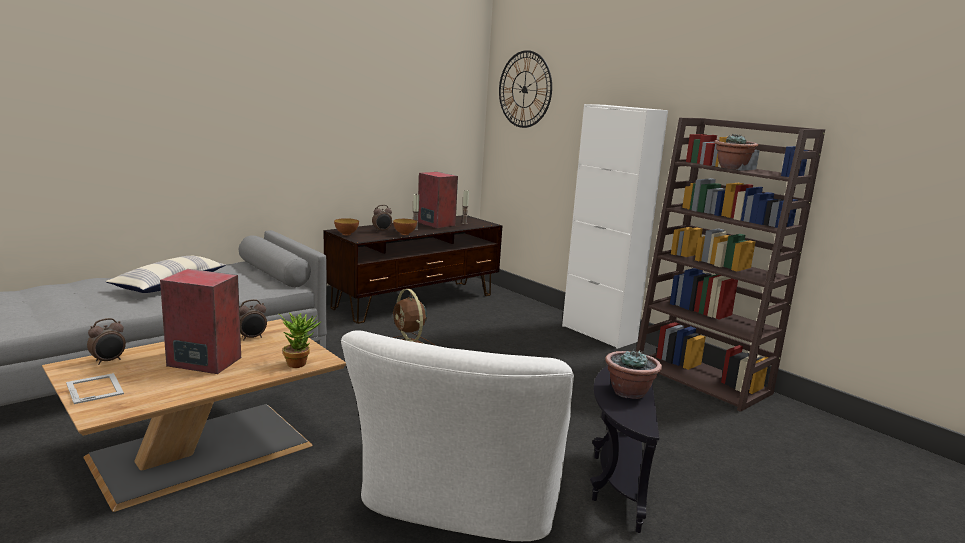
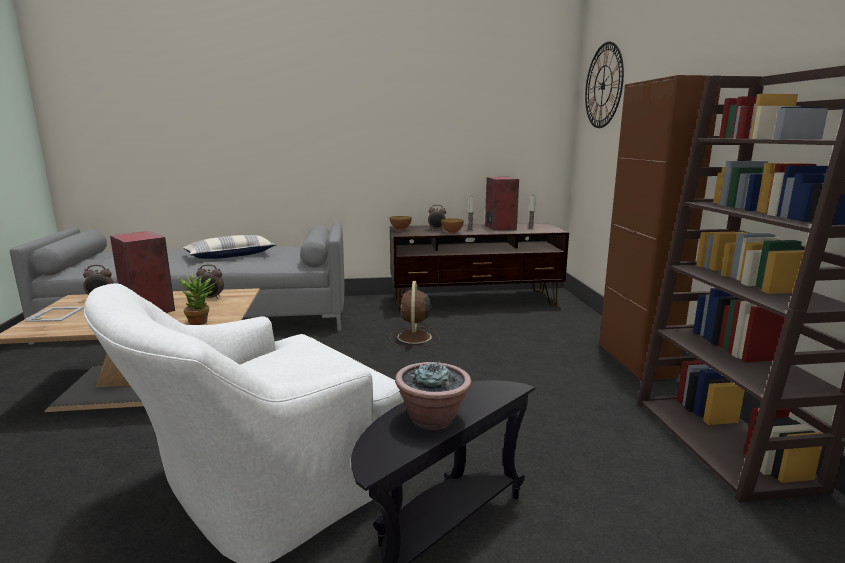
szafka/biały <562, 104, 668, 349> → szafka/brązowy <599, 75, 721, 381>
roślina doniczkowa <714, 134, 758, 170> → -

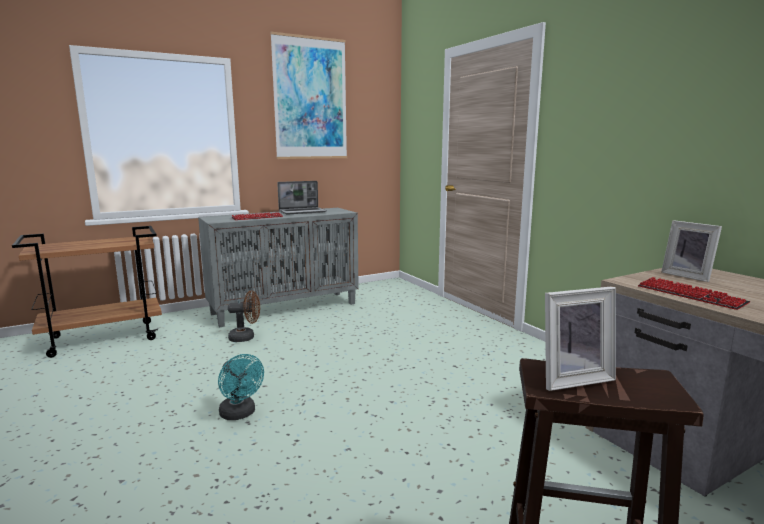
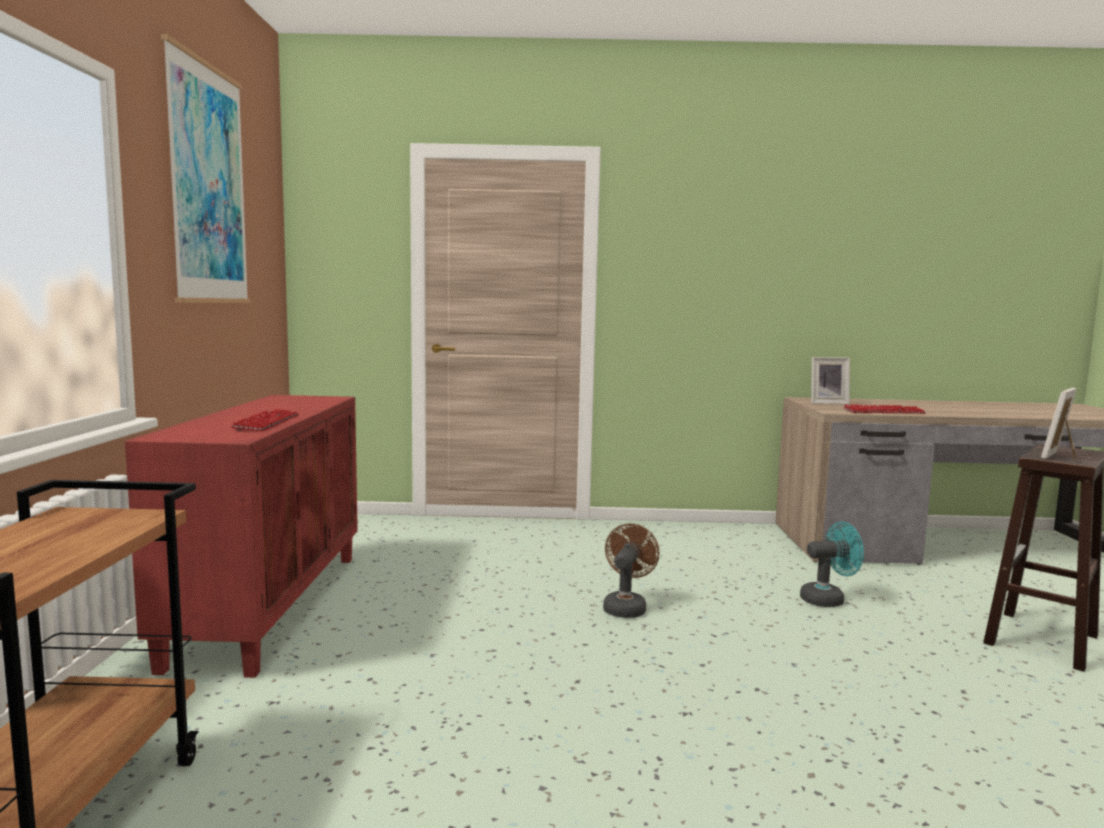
szafka/szary <198, 208, 359, 328> → szafka/czerwony <125, 395, 358, 678>
wentylator/turkusowy <218, 354, 264, 420> → wentylator/turkusowy <800, 522, 864, 607>, move
wentylator/brązowy <228, 290, 260, 342> → wentylator/brązowy <603, 524, 659, 618>, move
laptop <277, 181, 327, 215> → -
ramka na zdjęcie <545, 286, 616, 391> → ramka na zdjęcie <1041, 388, 1077, 460>, 150 degrees counterclockwise

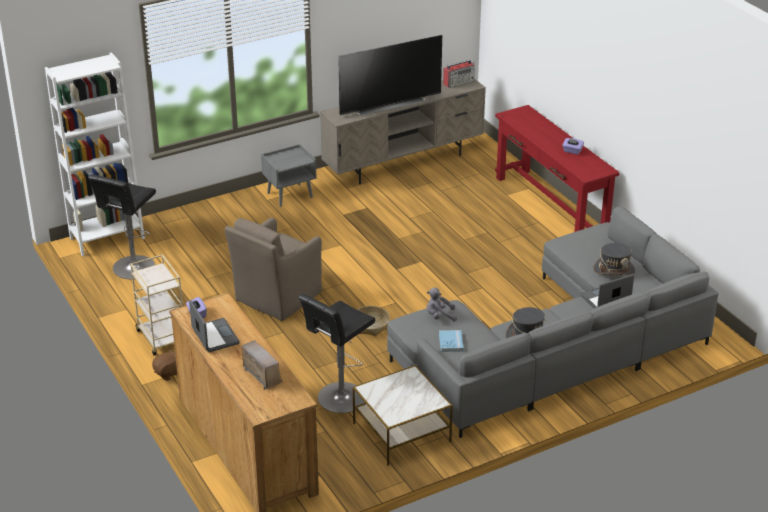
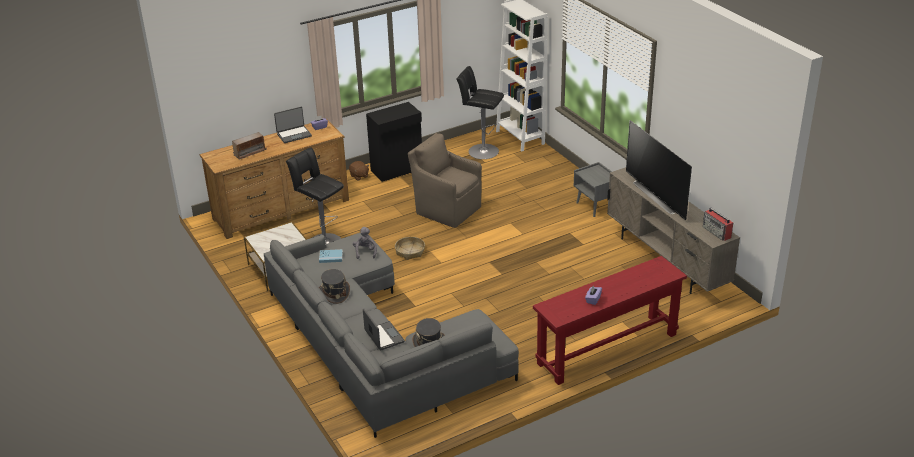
wózek/beżowy <130, 254, 183, 355> → szafka/czarny <366, 102, 422, 182>

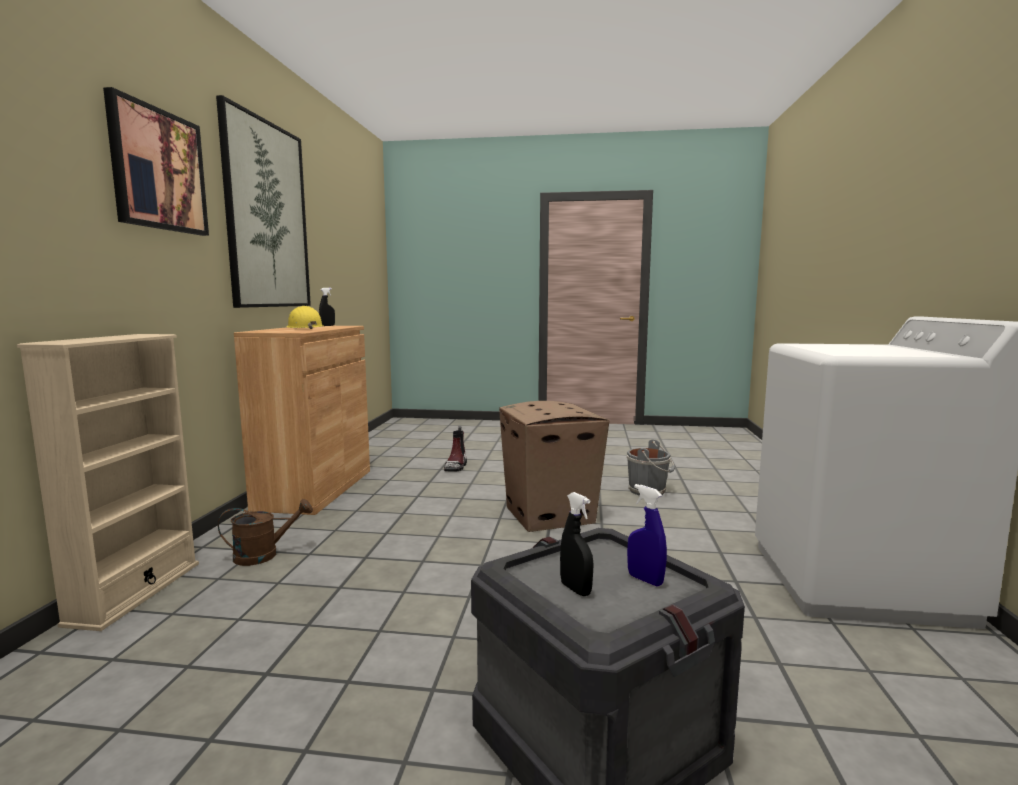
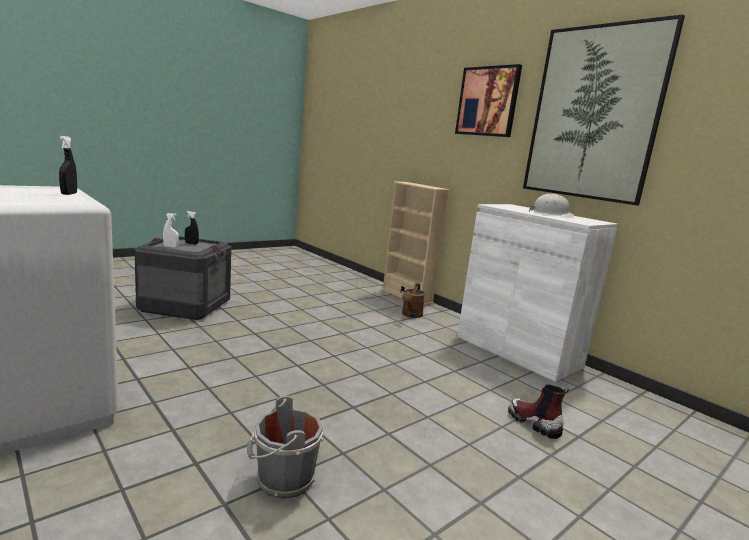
szafka/brązowy <234, 326, 370, 515> → szafka/biały <457, 204, 618, 382>
kask/żółty <287, 306, 323, 329> → kask/biały <529, 194, 576, 216>
spryskiwacz/czarny <319, 288, 335, 326> → spryskiwacz/czarny <59, 136, 77, 195>, move
karton <499, 401, 610, 532> → -
spryskiwacz/niebieski <627, 484, 667, 587> → spryskiwacz/biały <163, 213, 179, 248>

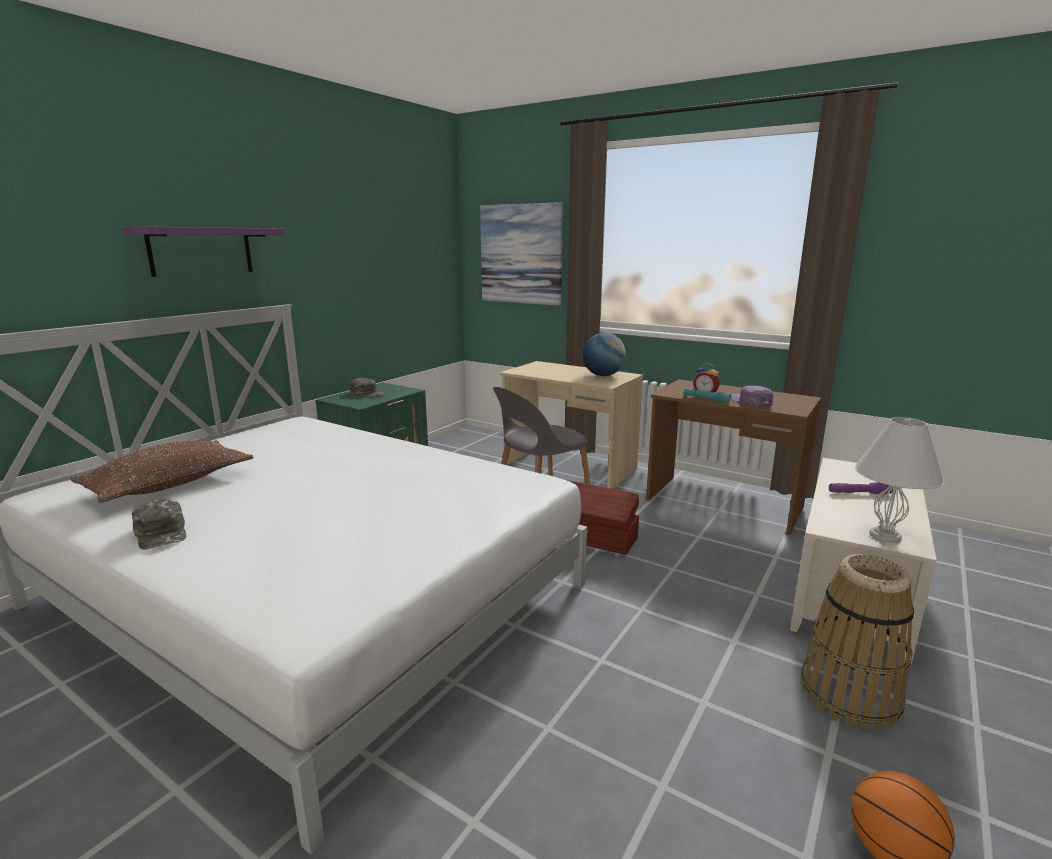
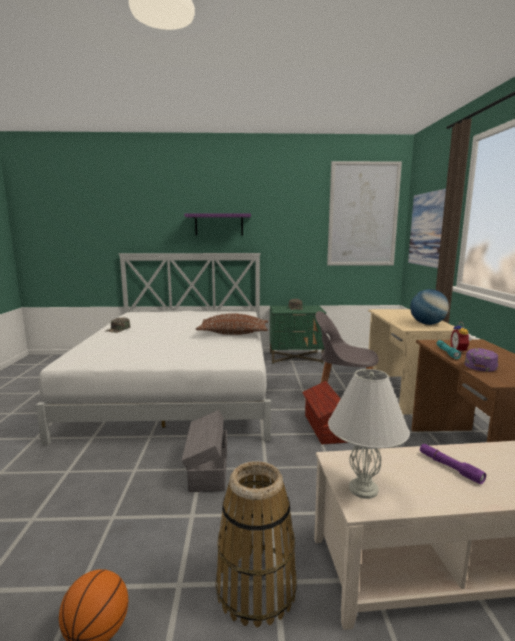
poduszka/brązowy <70, 440, 253, 503> → poduszka/brązowy <196, 313, 268, 335>, move
- → pojemnik do przechowywania/szary <182, 410, 227, 492>
- → obraz <327, 161, 402, 266>

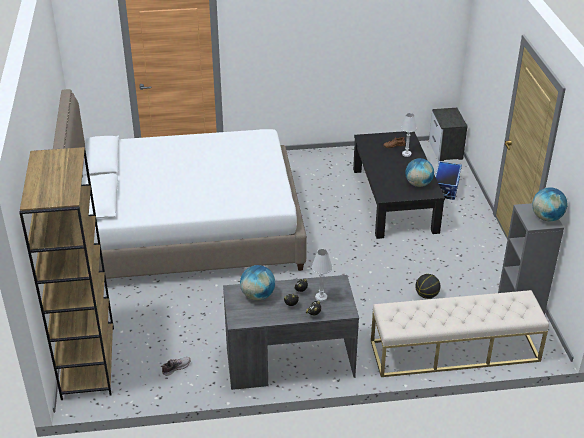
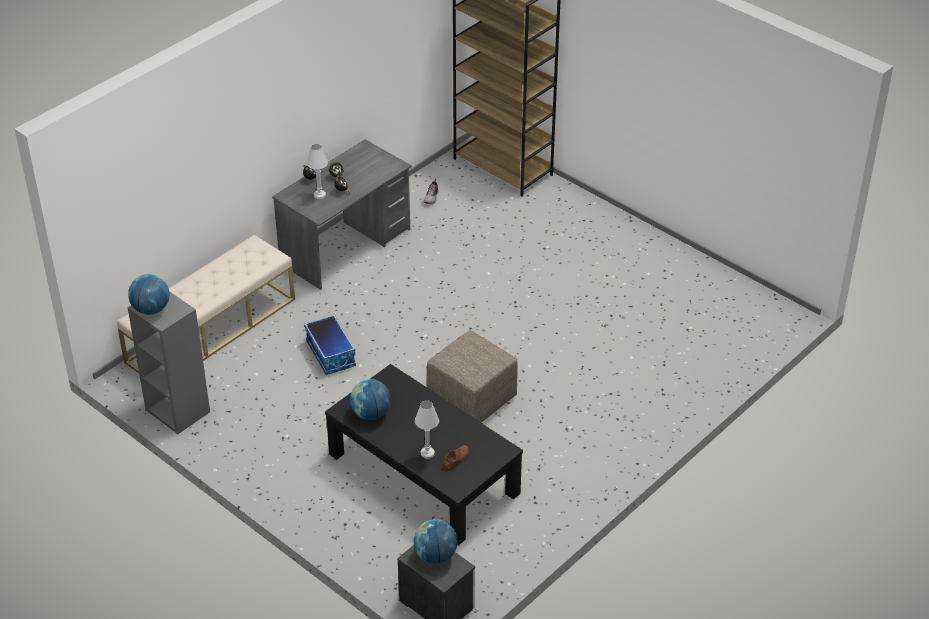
łóżko/biały <53, 89, 307, 279> → -
globus <240, 265, 275, 300> → globus <414, 519, 458, 564>, move
piłka do koszykówki <415, 274, 440, 299> → -
pojemnik do przechowywania <435, 161, 462, 200> → pojemnik do przechowywania <304, 315, 356, 375>, move
- → pufa/beżowy <427, 330, 518, 422>

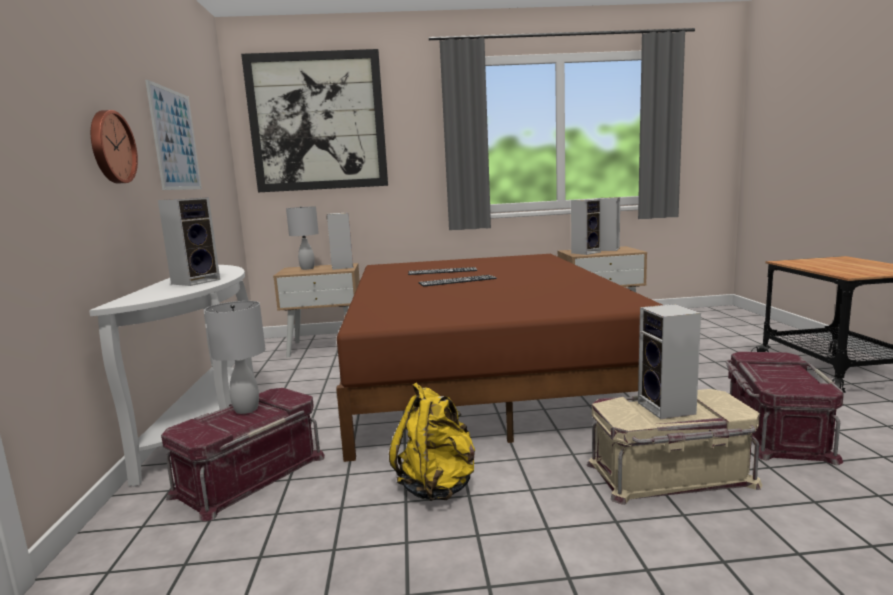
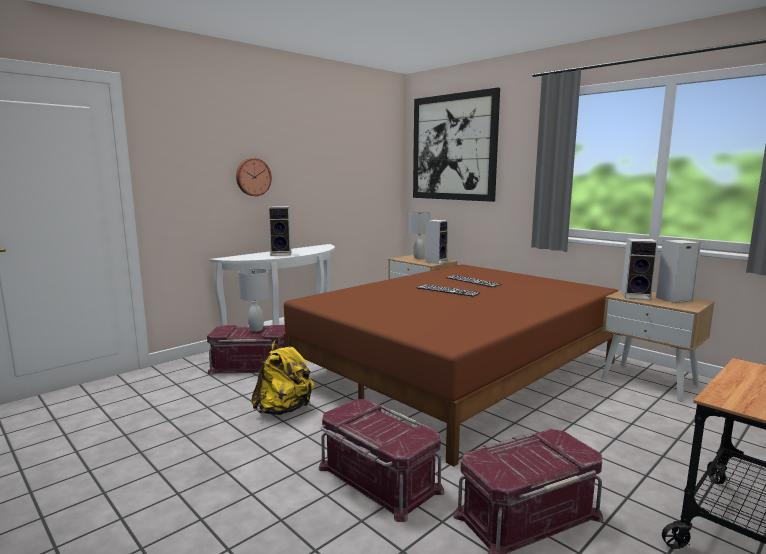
obraz <145, 80, 202, 190> → -
pojemnik do przechowywania/beżowy <587, 389, 762, 505> → pojemnik do przechowywania/czerwony <318, 399, 445, 522>
głośnik <638, 304, 701, 419> → -

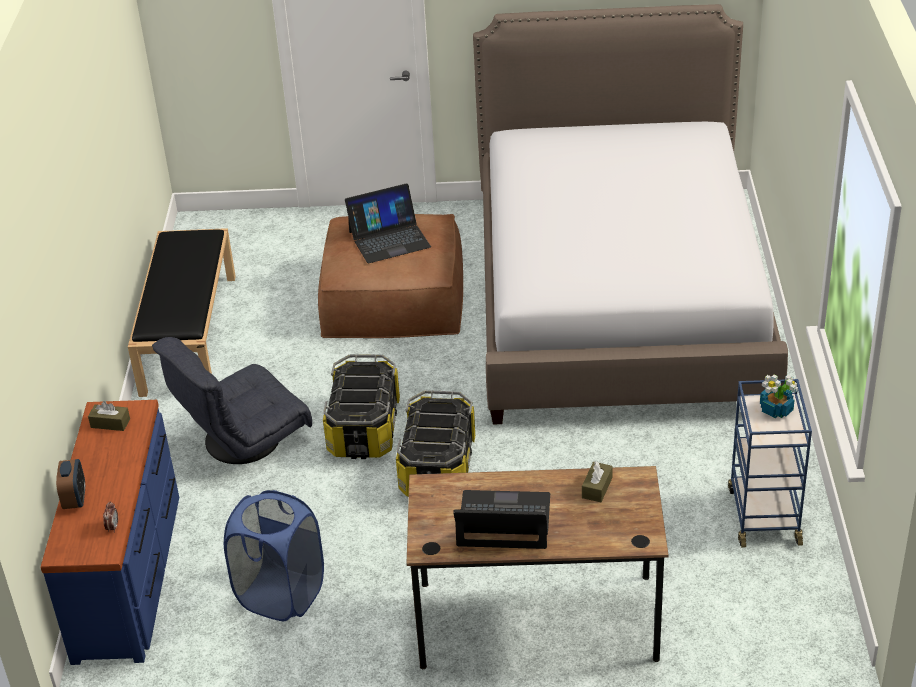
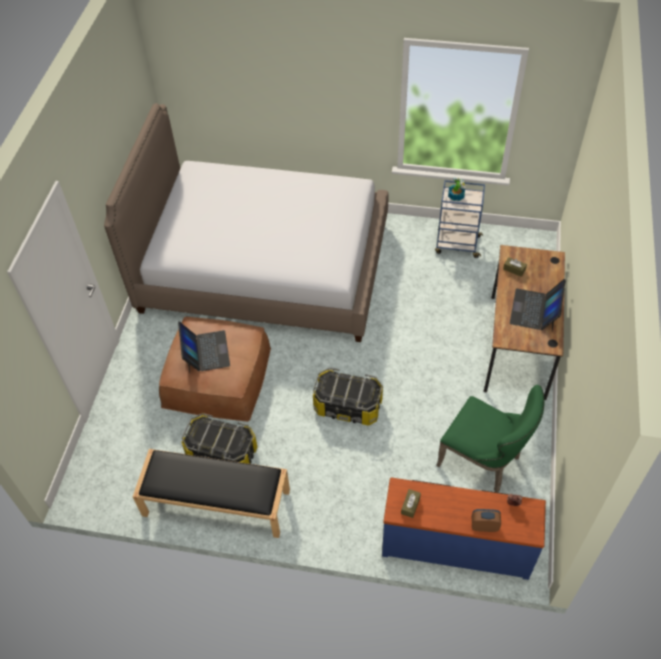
fotel/szary <152, 337, 312, 464> → -
kosz na pranie/niebieski <224, 490, 324, 621> → krzesło/zielony <436, 385, 544, 492>
pojemnik do przechowywania <396, 390, 475, 497> → pojemnik do przechowywania <181, 413, 257, 464>, move

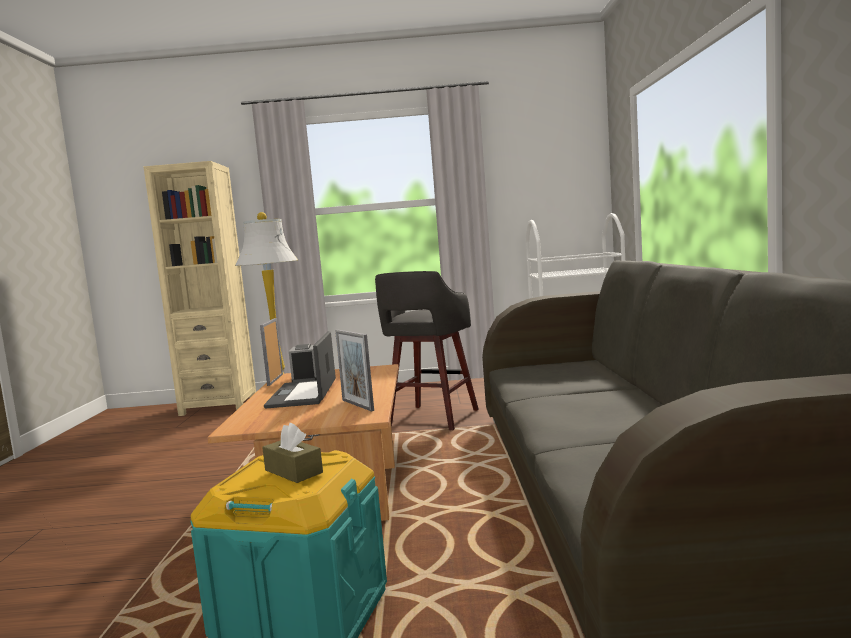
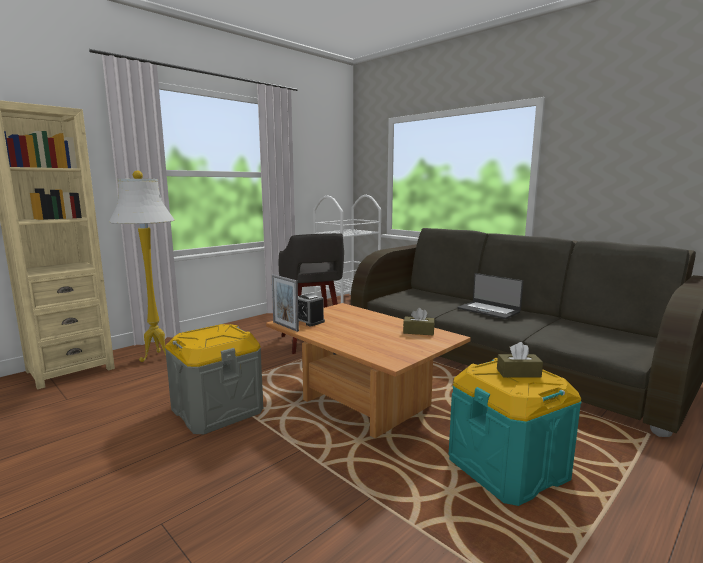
laptop <264, 331, 336, 408> → laptop <458, 273, 523, 319>, move
ramka na zdjęcie <335, 330, 374, 411> → pudełko chusteczek/brązowy <403, 308, 435, 335>
- → pojemnik do przechowywania/szary <165, 324, 263, 434>

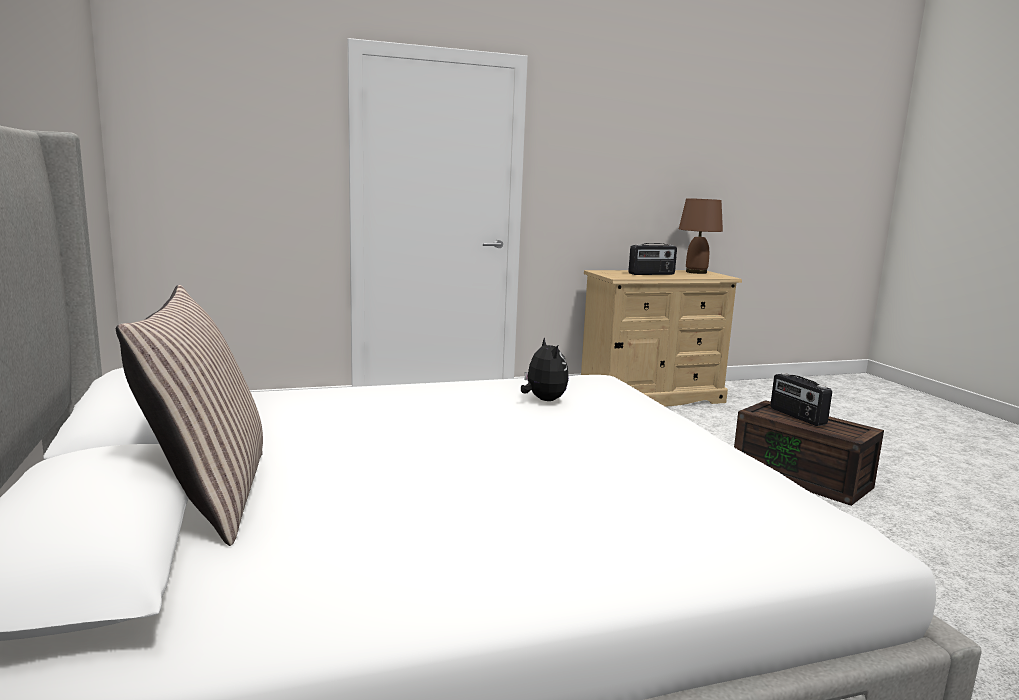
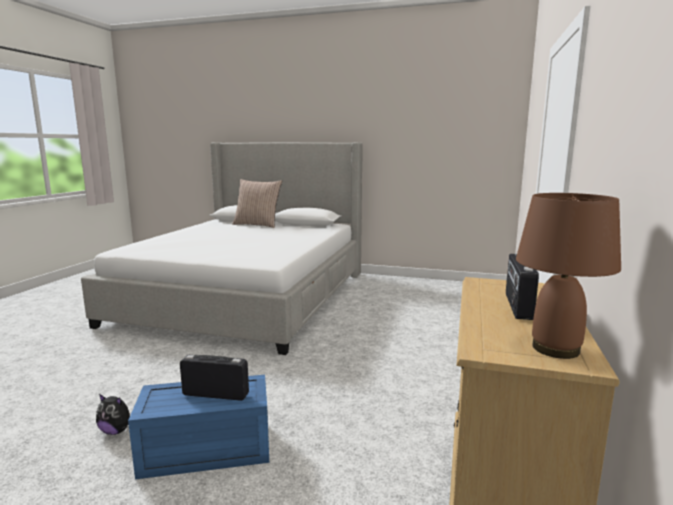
pluszak <521, 337, 569, 401> → pluszak <96, 394, 130, 435>, move
pojemnik do przechowywania/brązowy <734, 400, 884, 506> → pojemnik do przechowywania/niebieski <128, 375, 269, 479>

